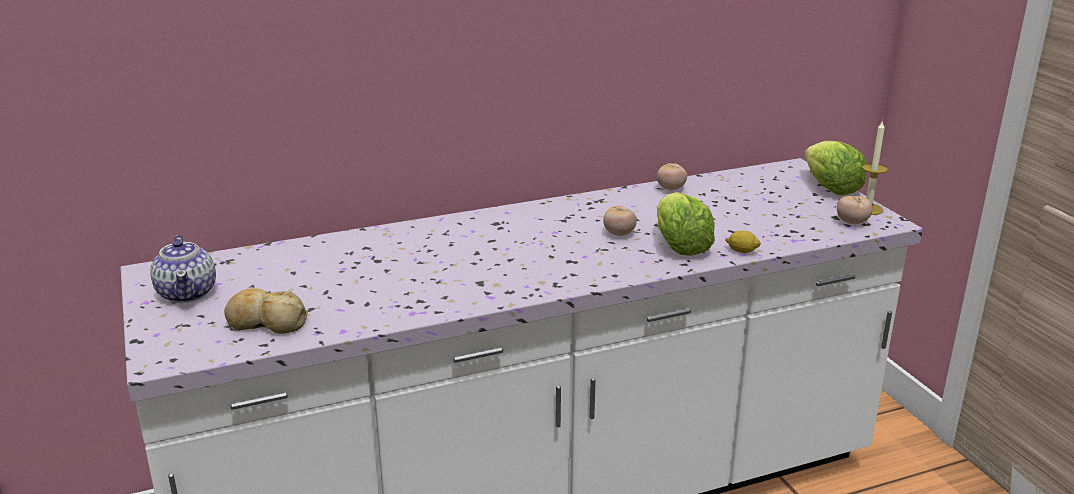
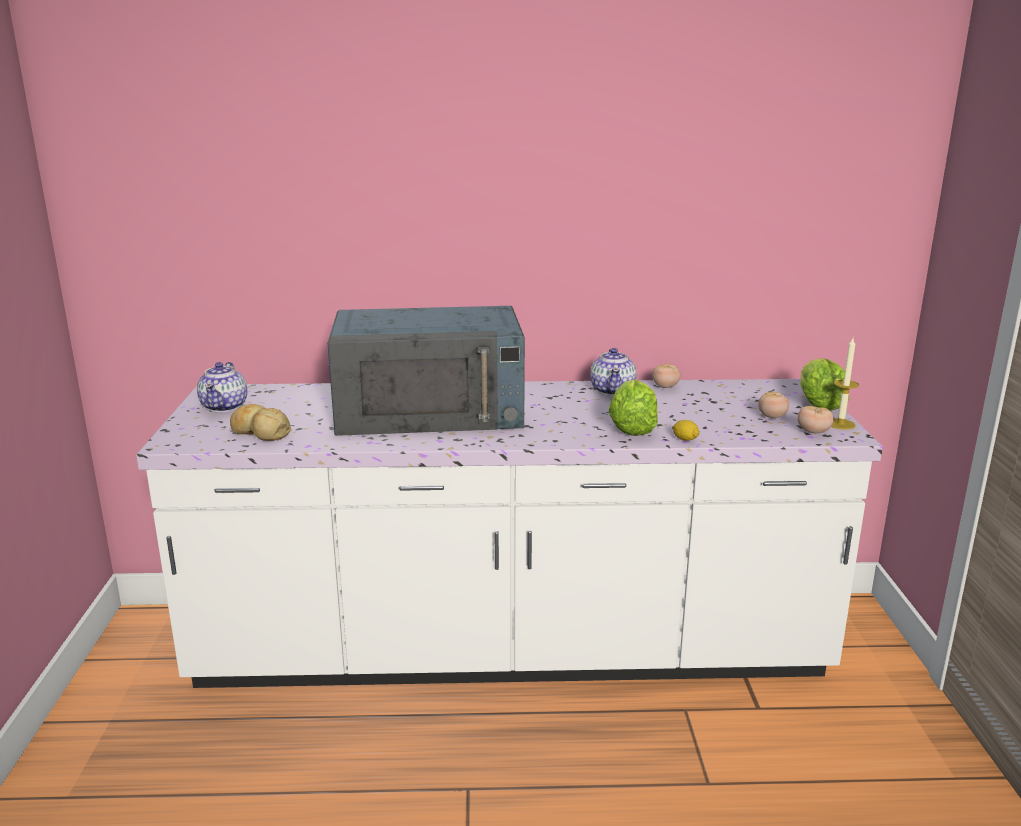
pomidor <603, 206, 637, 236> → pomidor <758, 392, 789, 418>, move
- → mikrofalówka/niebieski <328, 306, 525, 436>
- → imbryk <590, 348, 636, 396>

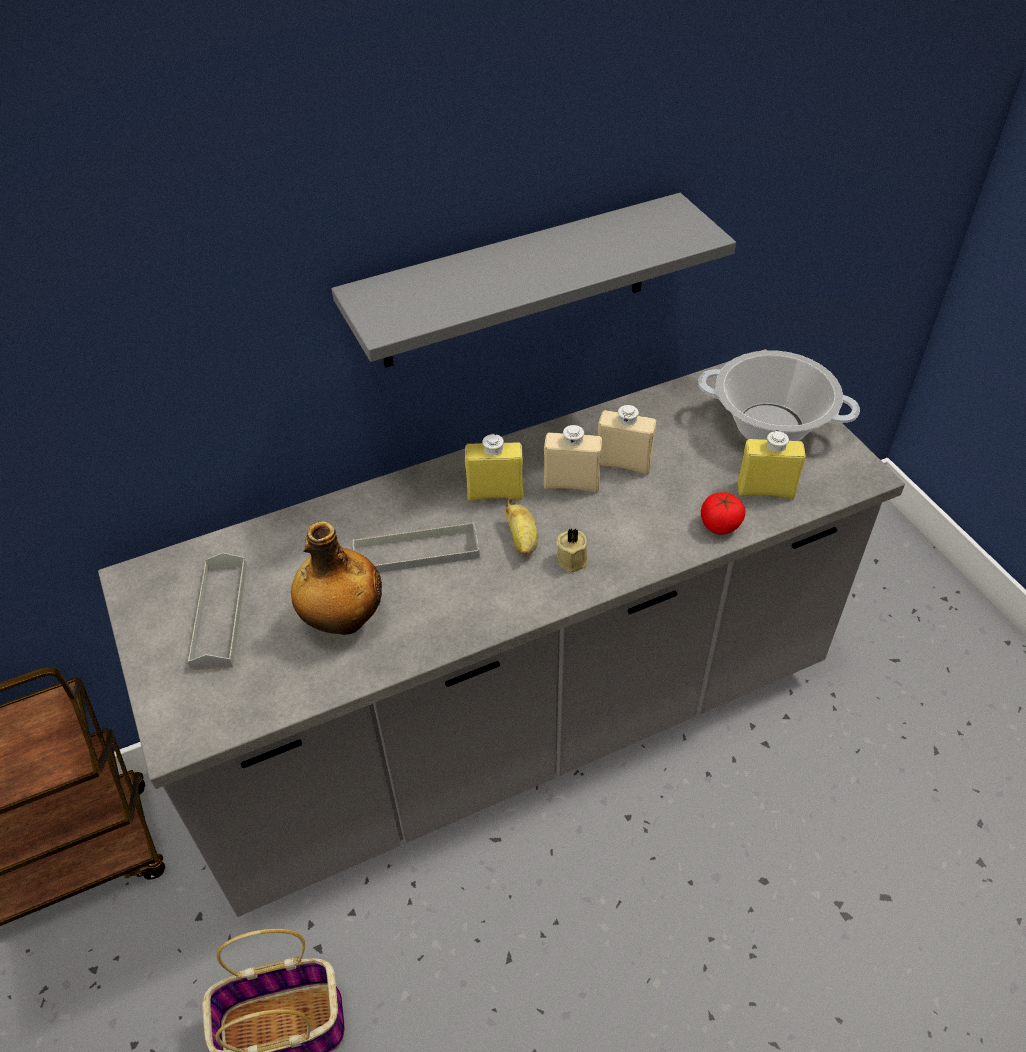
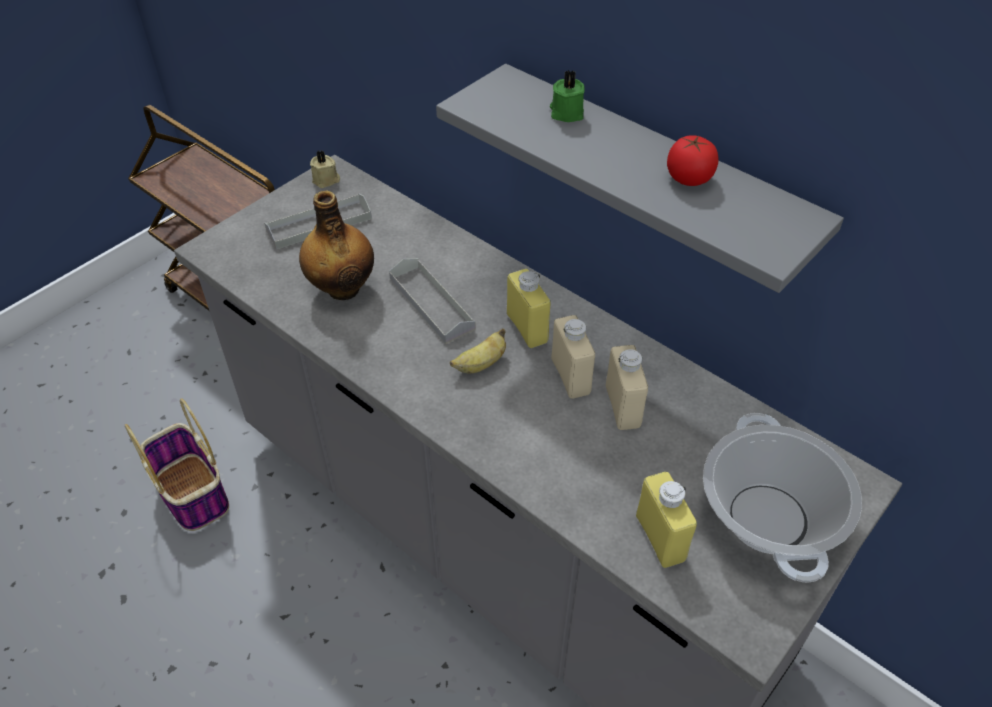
świeca/beżowy <557, 528, 587, 573> → świeca/beżowy <310, 151, 340, 188>, move
pomidor <701, 492, 746, 535> → pomidor <667, 135, 719, 186>, move
- → świeca/zielony <550, 70, 585, 122>

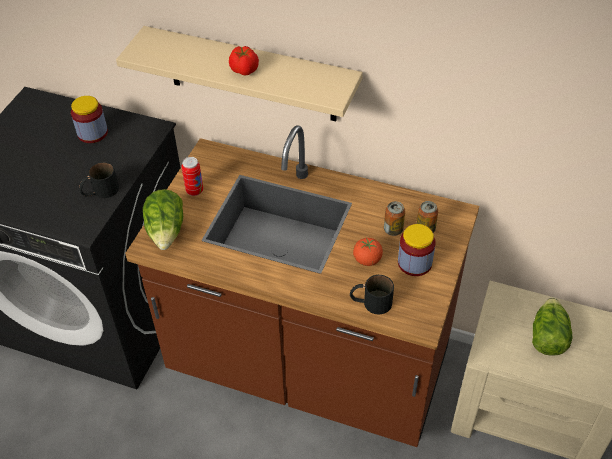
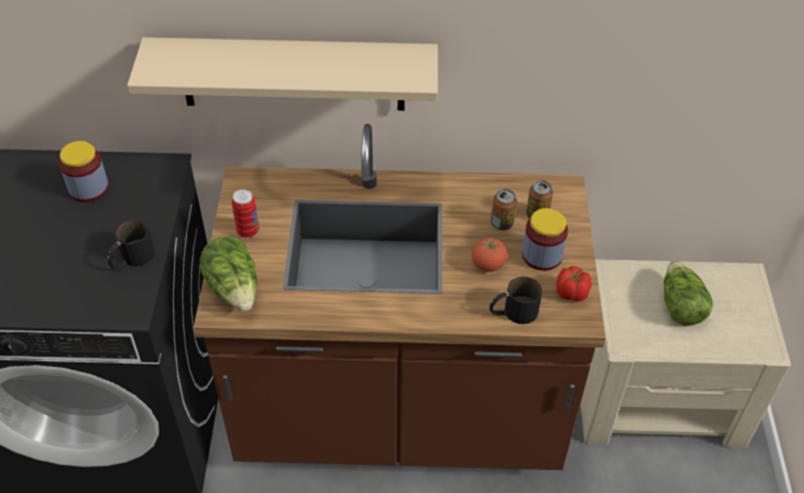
pomidor <229, 46, 259, 75> → pomidor <556, 266, 591, 301>, move

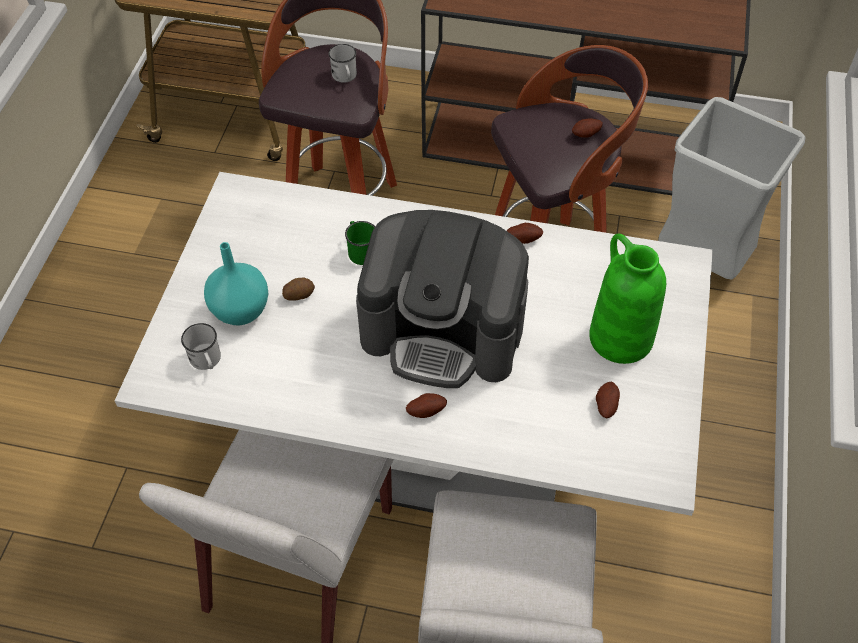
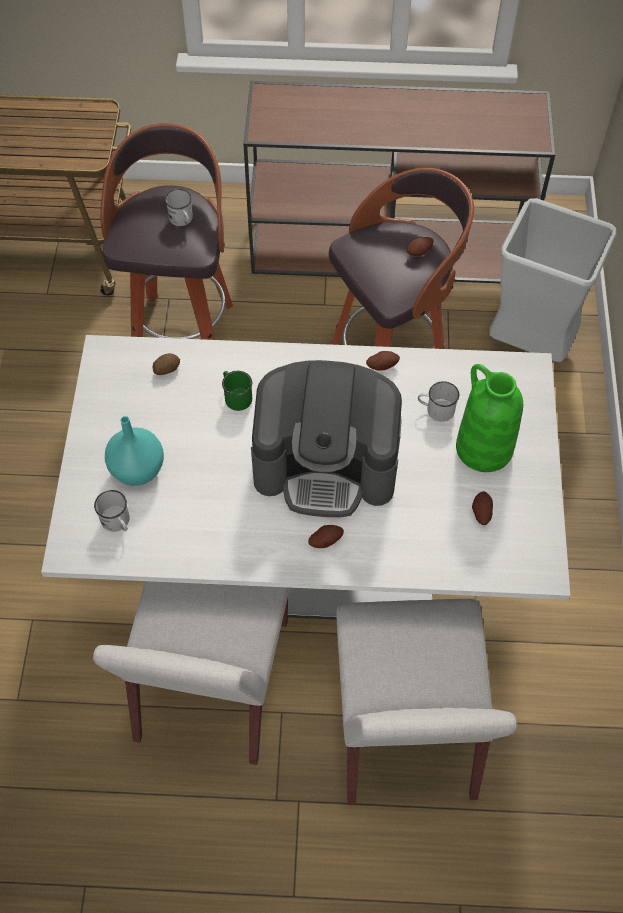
ziemniak <282, 278, 315, 301> → ziemniak <152, 353, 180, 375>, move
- → kubek/biały <418, 381, 459, 422>

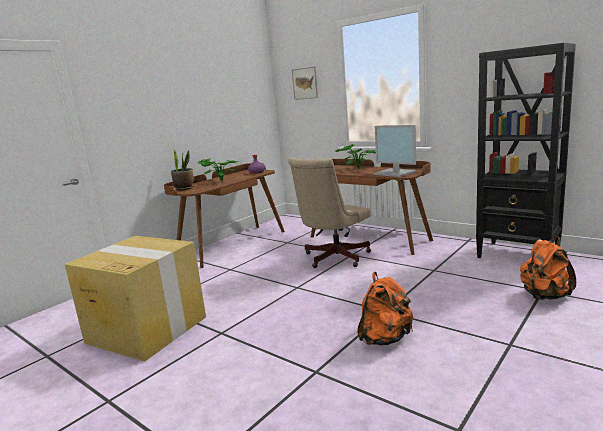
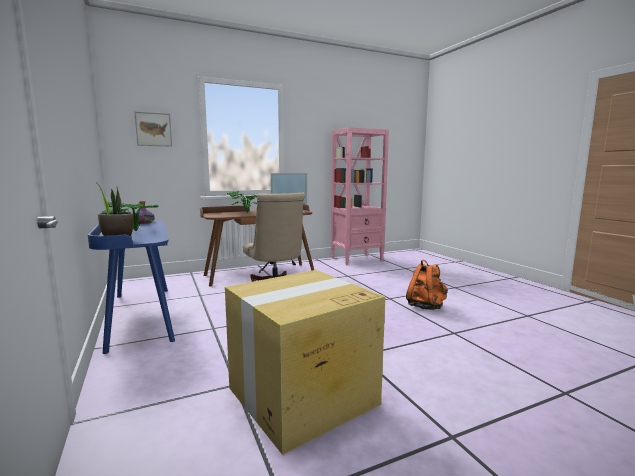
biurko/brązowy <164, 163, 285, 268> → biurko/niebieski <88, 220, 175, 354>
regał/czarny <476, 43, 576, 258> → regał/różowy <331, 127, 389, 265>
plecak/pomarańczowy <520, 237, 576, 300> → -

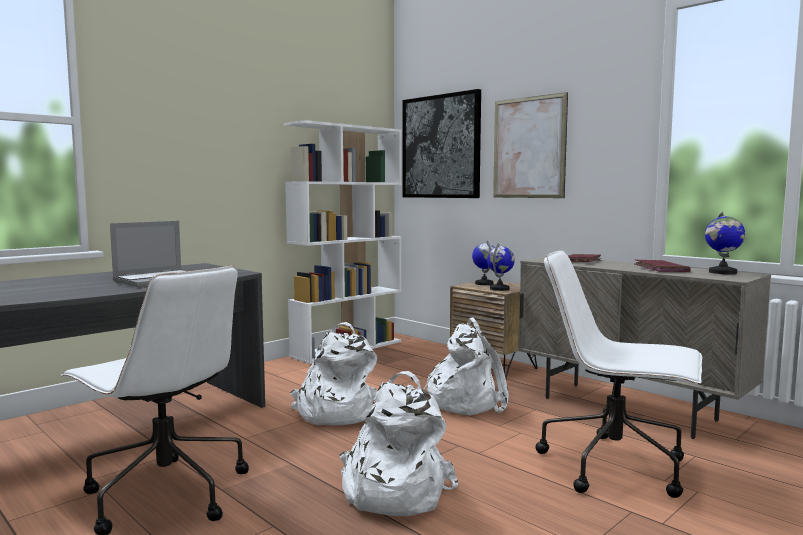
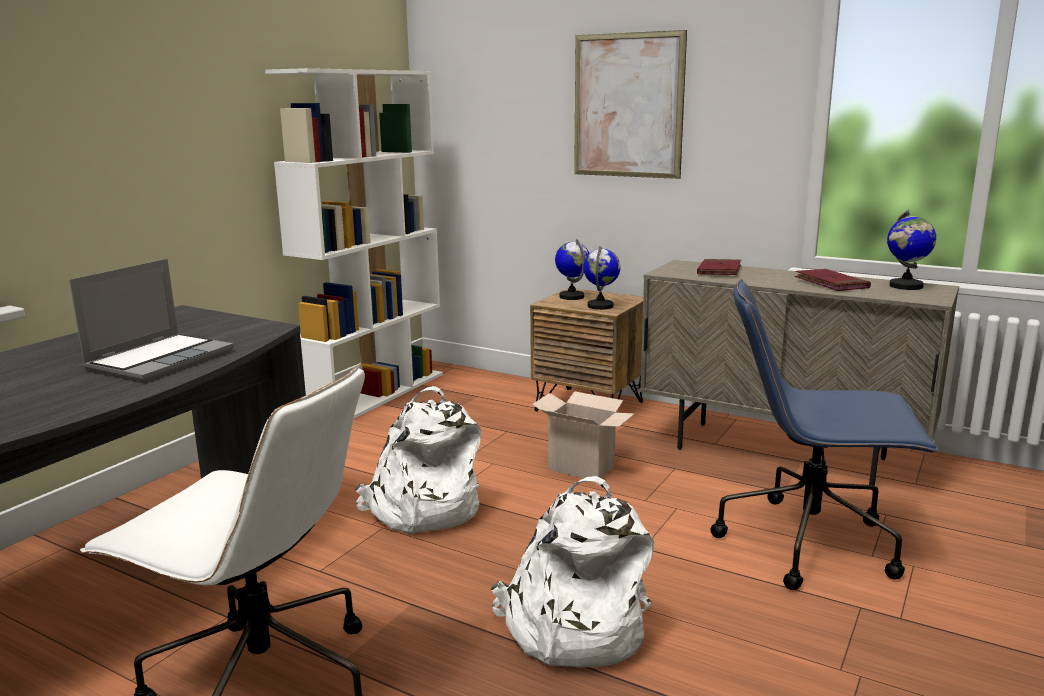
obraz <402, 89, 481, 198> → -
plecak/biały <423, 318, 508, 416> → karton <532, 391, 634, 478>
krzesło biurowe/biały <536, 251, 702, 498> → krzesło biurowe/niebieski <711, 279, 939, 590>

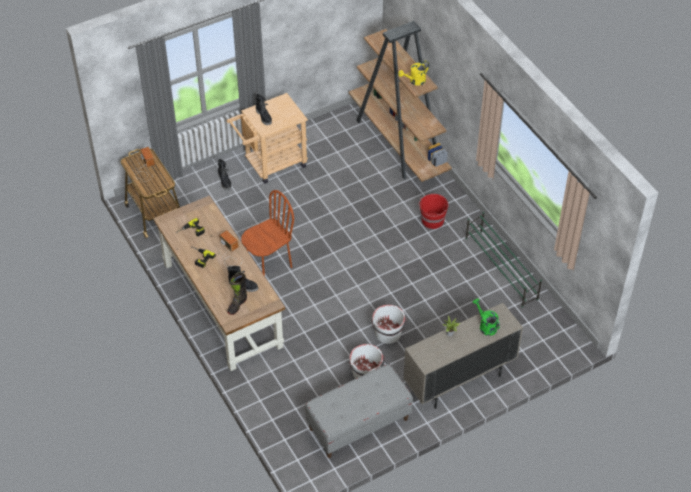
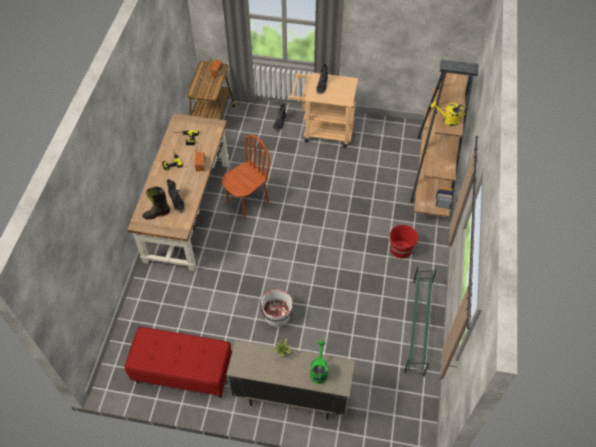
krzesło/brązowy <241, 190, 294, 276> → krzesło/brązowy <222, 134, 270, 220>, 45 degrees counterclockwise
ławka/szary <305, 364, 413, 458> → ławka/czerwony <125, 327, 232, 398>
wiadro/biały <350, 344, 385, 379> → -

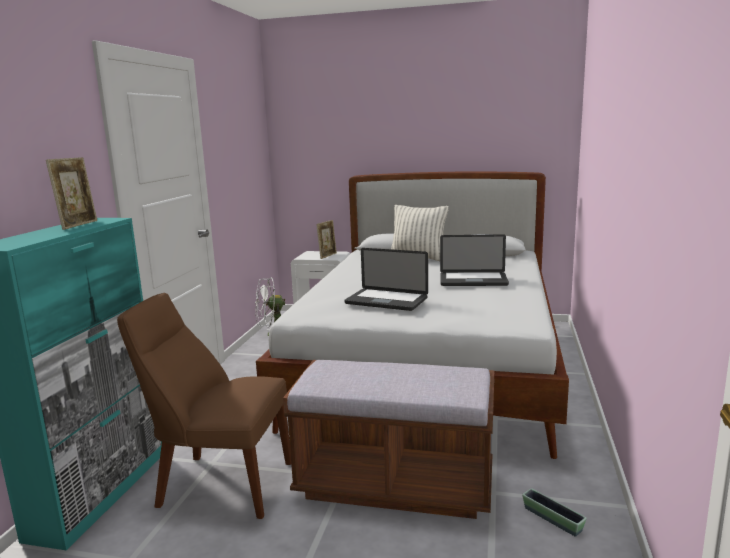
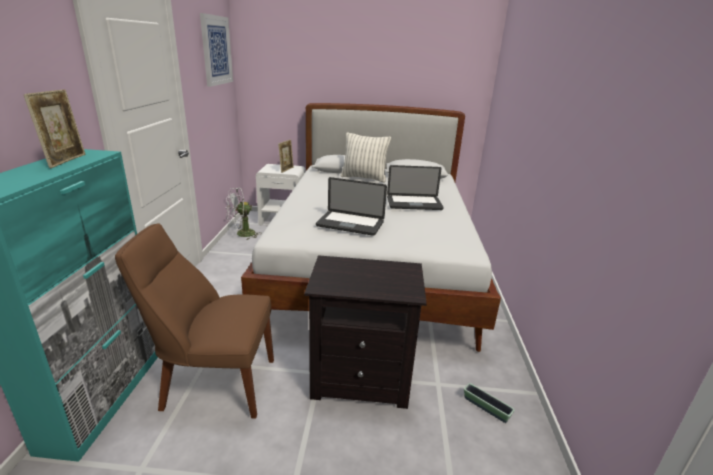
ławka/brązowy <283, 360, 494, 519> → szafka nocna/czarny <304, 255, 427, 409>
- → obraz <200, 13, 233, 87>

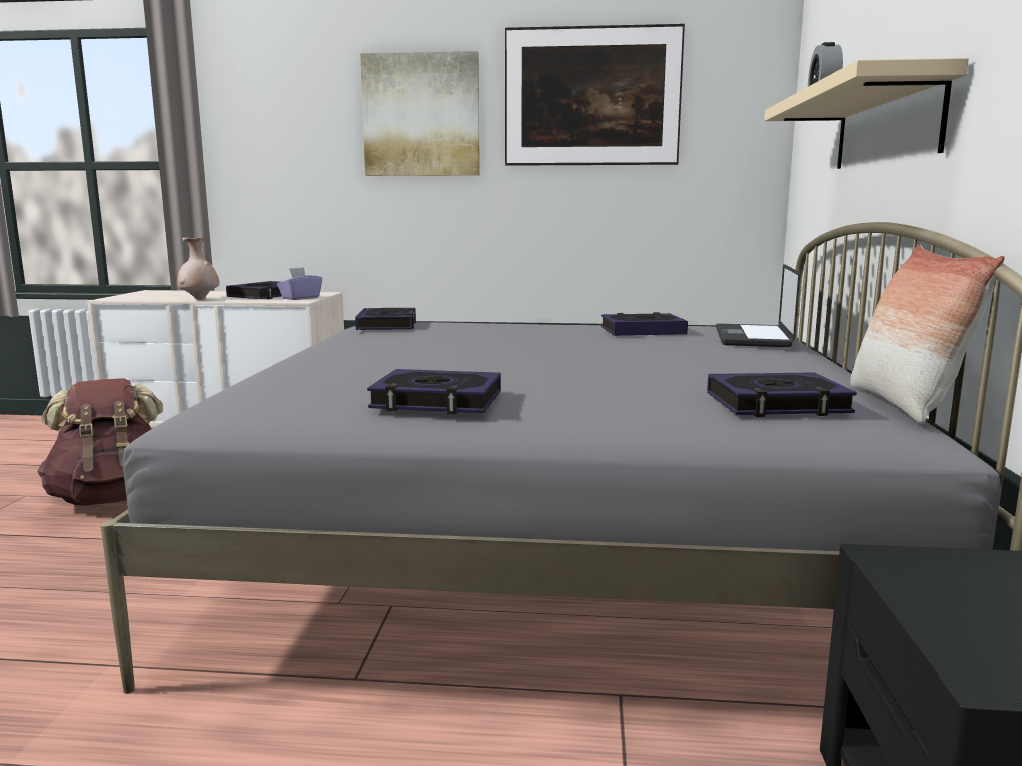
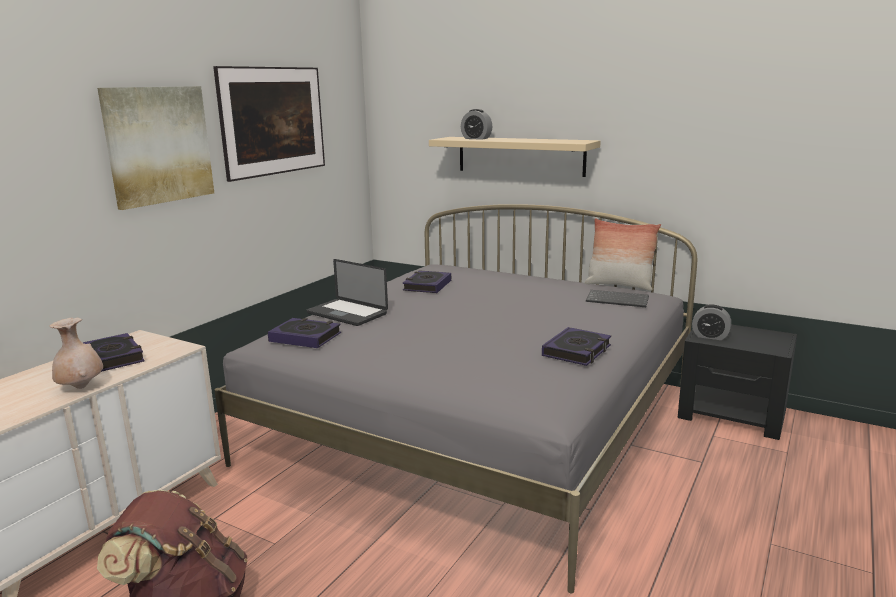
pudełko chusteczek/fioletowy <277, 267, 322, 300> → -
książka <707, 372, 857, 417> → klawiatura <586, 290, 649, 307>
laptop <716, 264, 800, 347> → laptop <307, 259, 388, 326>, move
- → budzik <692, 305, 731, 340>

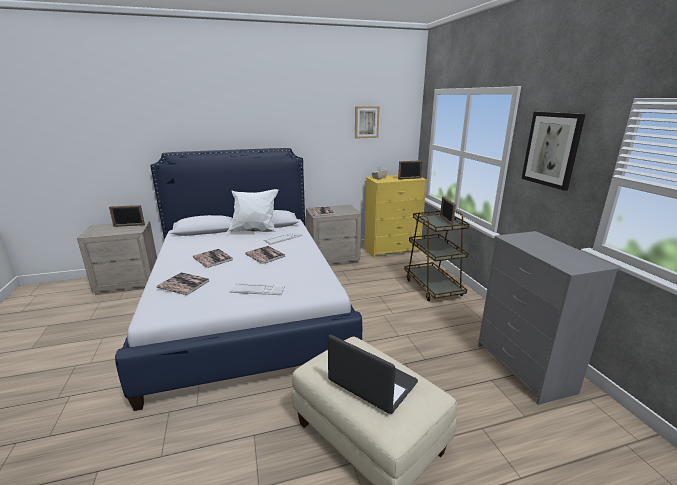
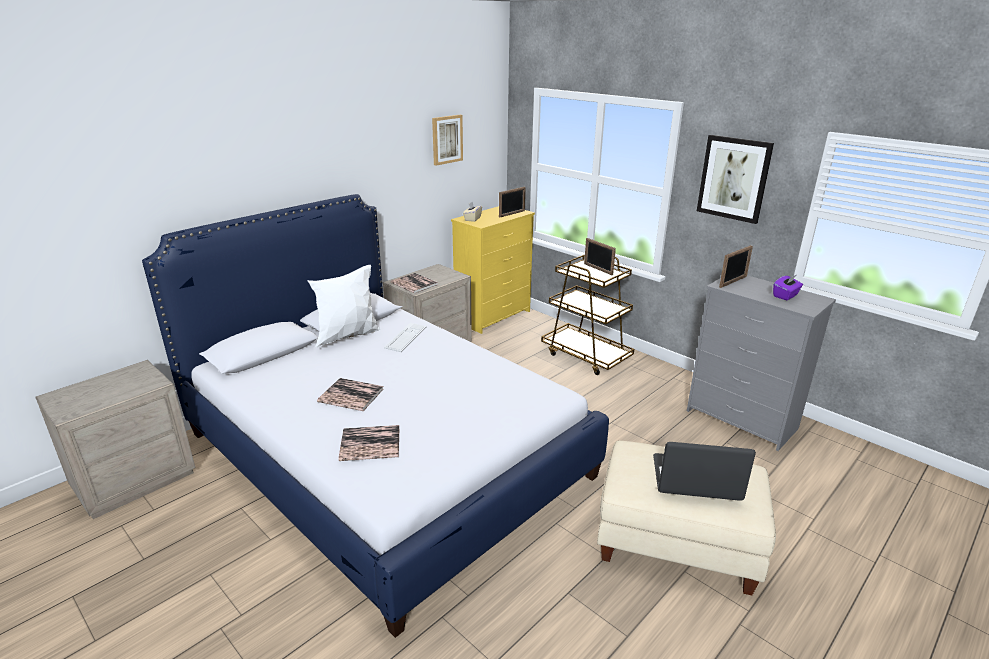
ramka na zdjęcie <109, 205, 145, 227> → ramka na zdjęcie <719, 245, 753, 288>, move
klawiatura <230, 283, 285, 295> → -
książka <245, 246, 285, 264> → -
- → pudełko chusteczek/fioletowy <773, 275, 803, 300>

